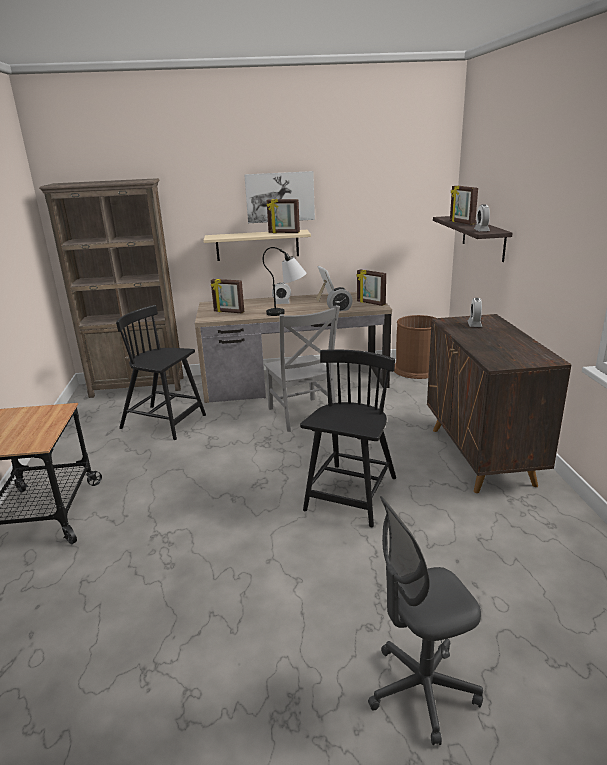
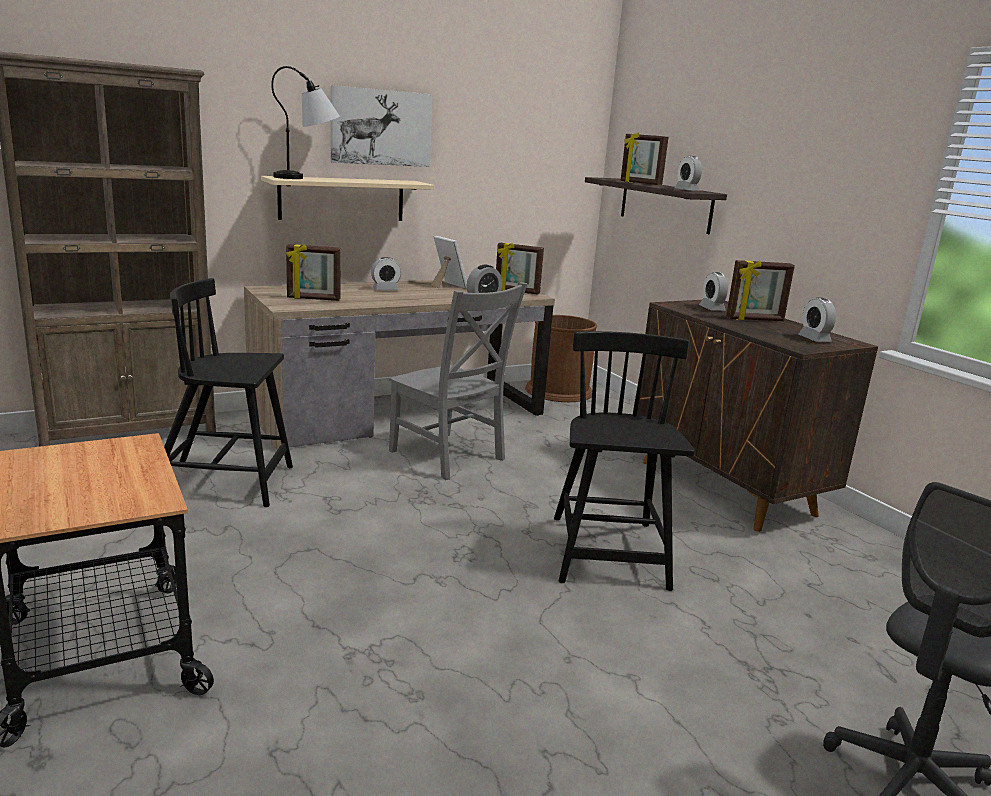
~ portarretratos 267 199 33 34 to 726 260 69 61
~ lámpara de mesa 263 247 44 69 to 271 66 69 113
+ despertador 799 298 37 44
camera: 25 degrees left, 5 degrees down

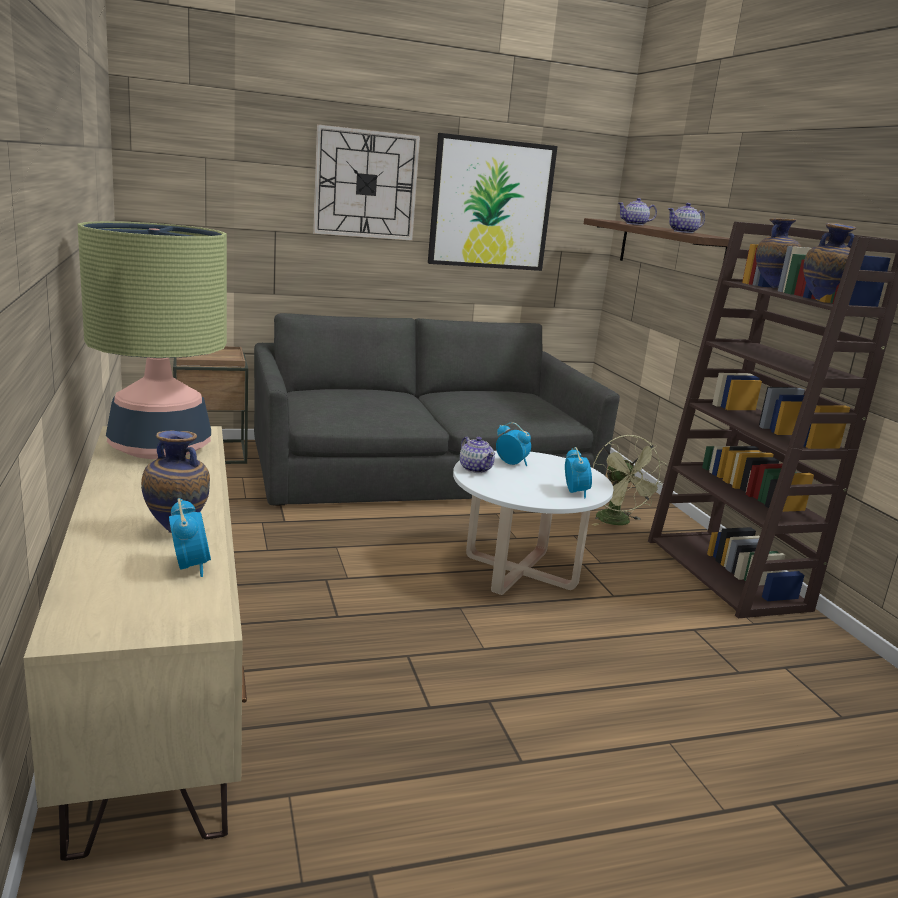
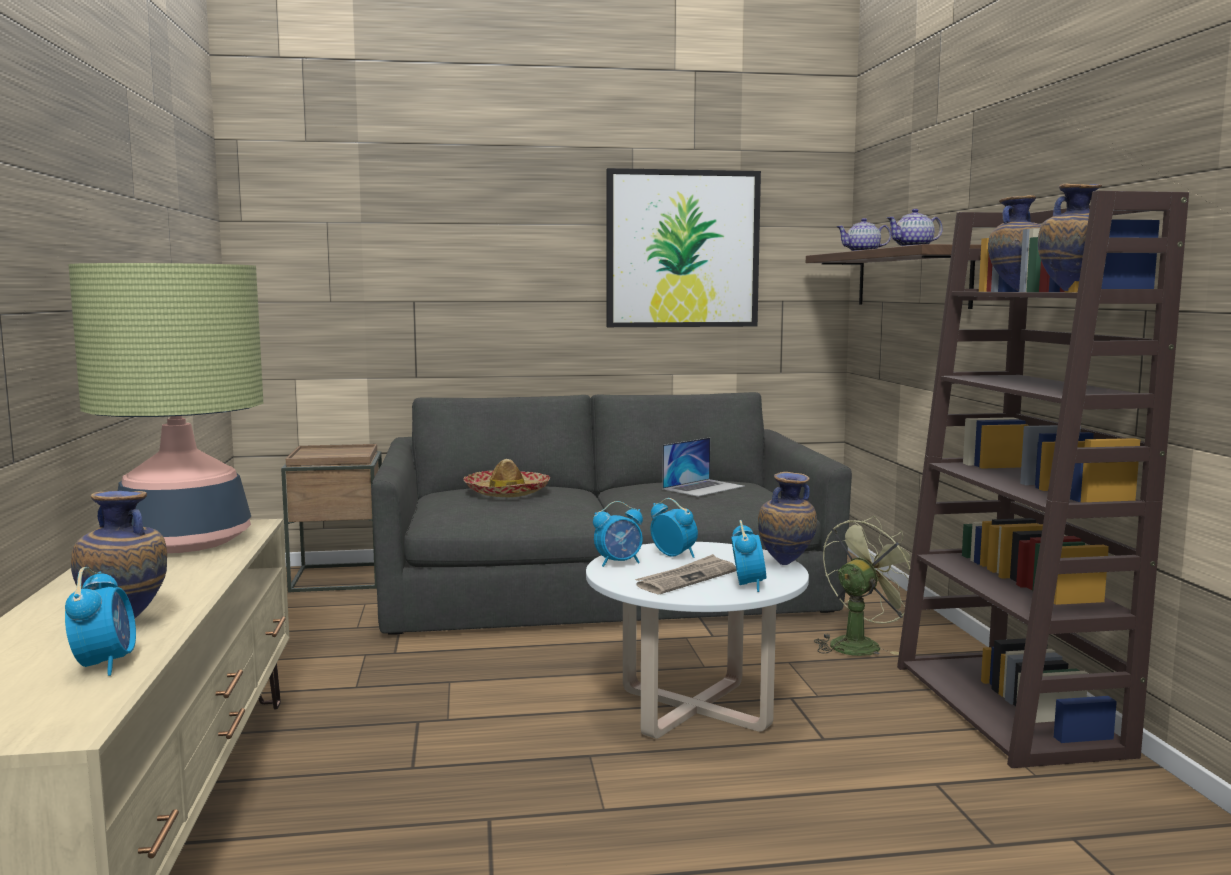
- reloj de pared 313 124 107 117
~ ventilador [verde] 591 435 76 91 = 814 516 97 140 120 degrees counterclockwise
~ tetera 460 437 35 36 to despertador 593 501 50 66
+ portátil 662 437 83 60
+ sombrero 464 459 87 39
+ florero 758 472 59 93
+ periódico 635 554 101 40
camera: 10 degrees right, 10 degrees down

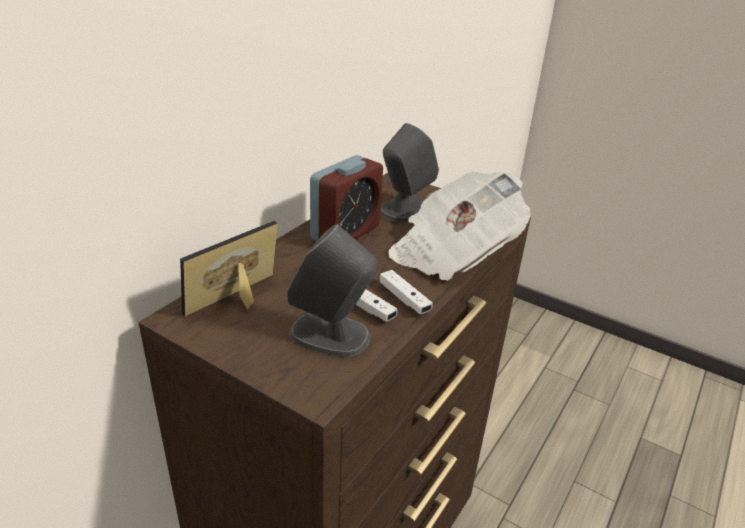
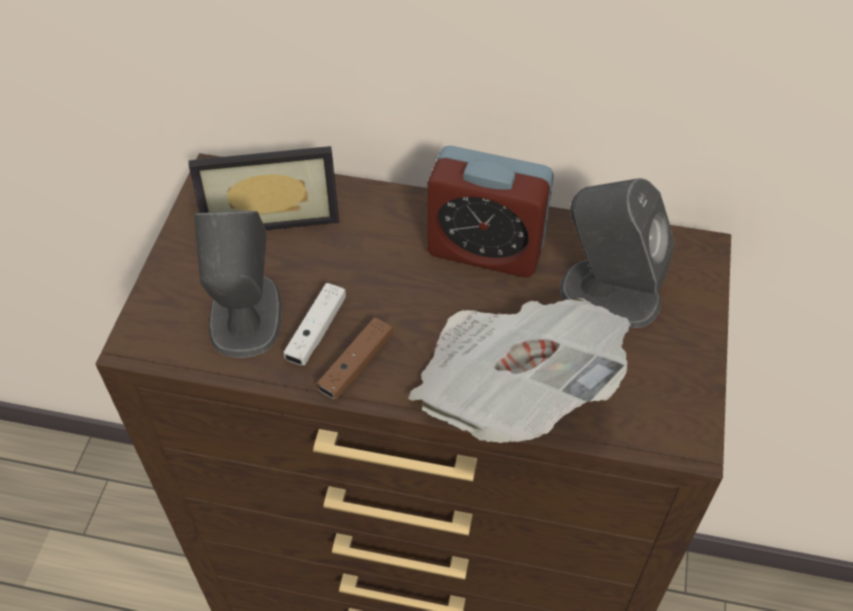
~ portarretratos 180 221 98 96 = 188 146 151 85 150 degrees clockwise
~ mando de consola [blanco] 380 270 53 44 to mando de consola [marrón] 317 317 75 82
camera: 70 degrees right, 20 degrees up

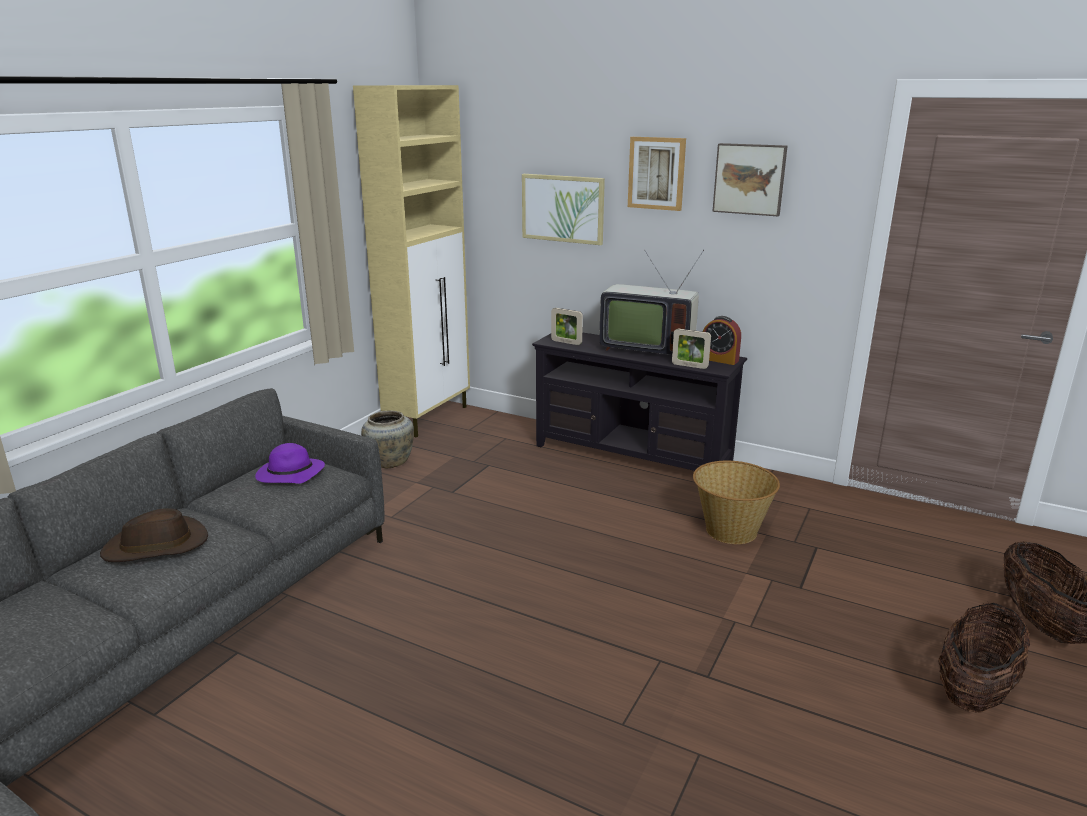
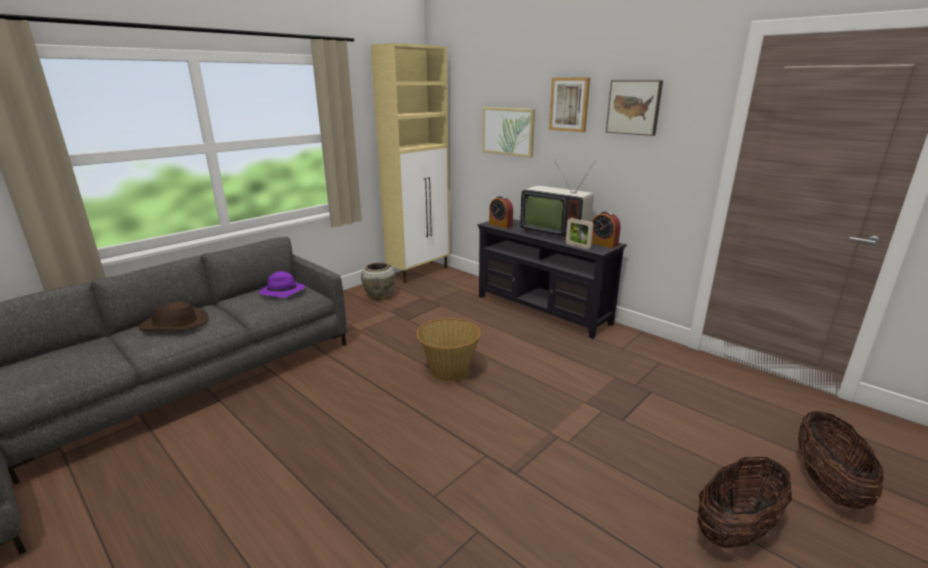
~ portarretratos 551 308 32 37 to despertador 489 196 24 33
~ cesta 693 461 87 83 to 416 318 65 64
camera: 15 degrees right, 0 degrees up

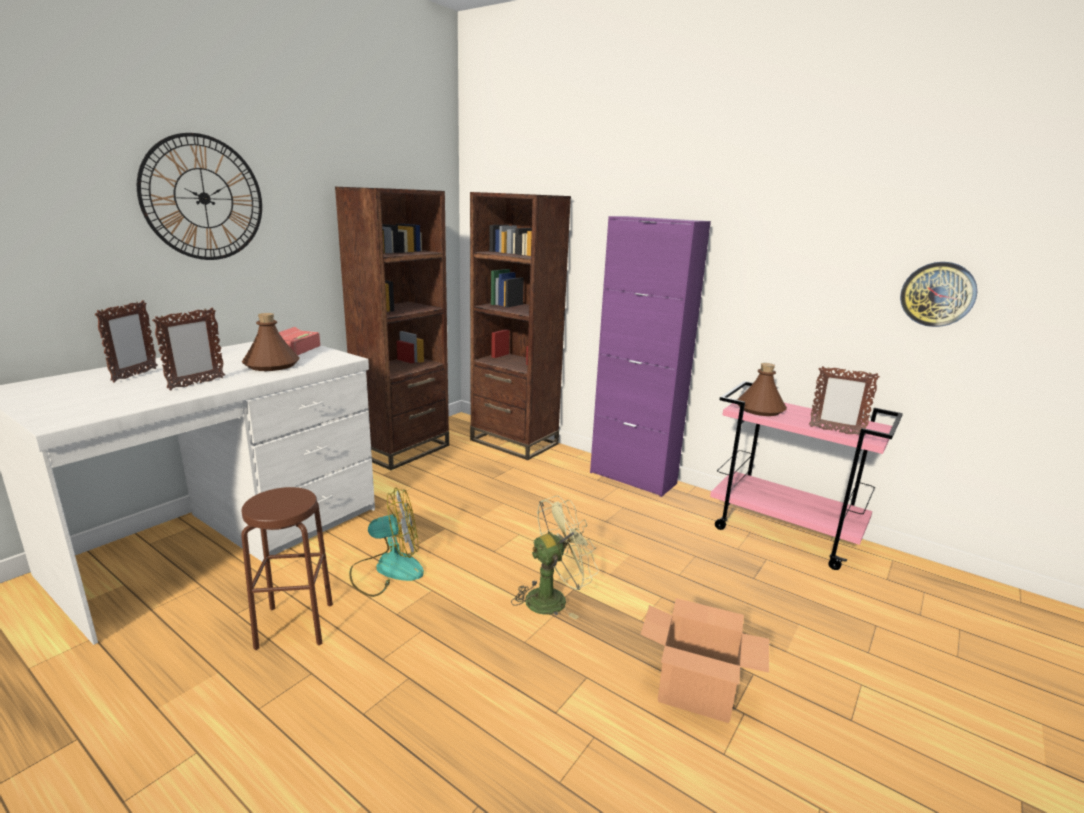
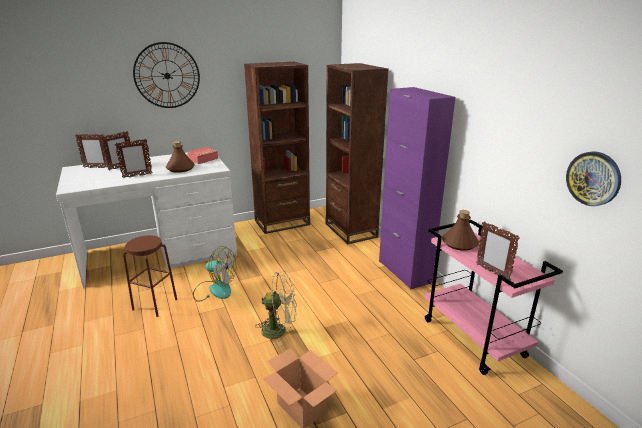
+ portarretratos 75 134 34 34
camera: 30 degrees right, 5 degrees up

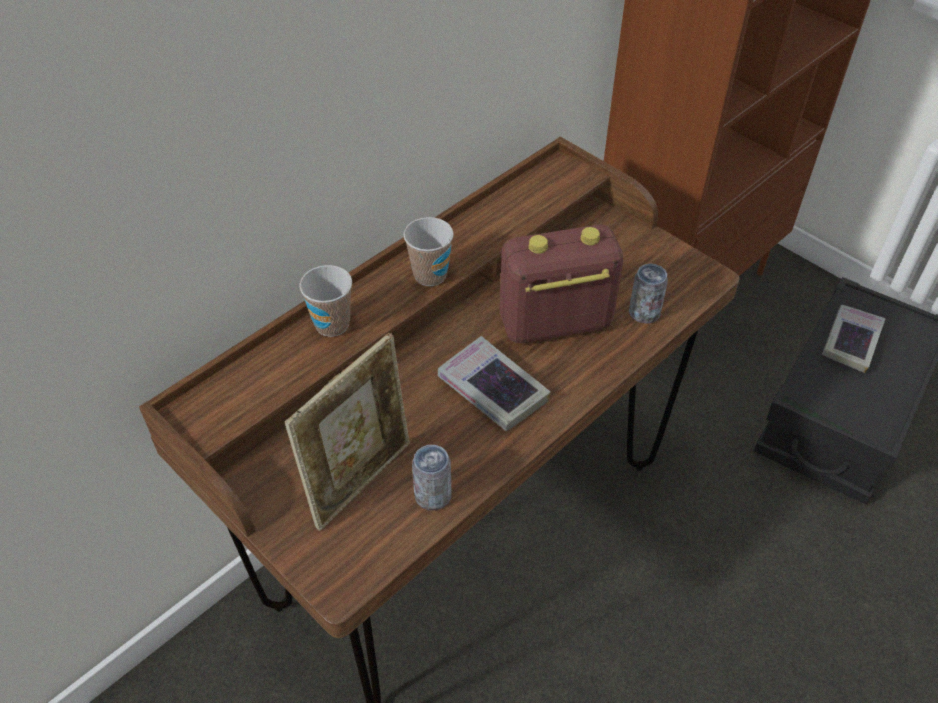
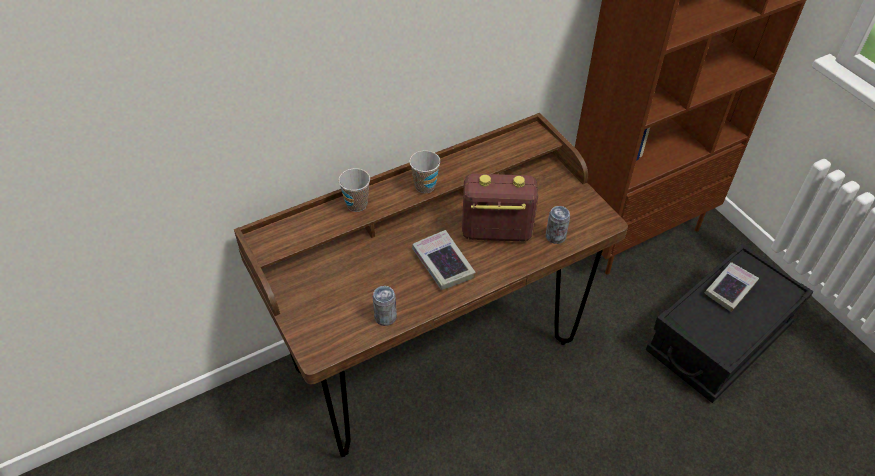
- portarretratos 285 333 125 198
camera: 15 degrees right, 0 degrees up

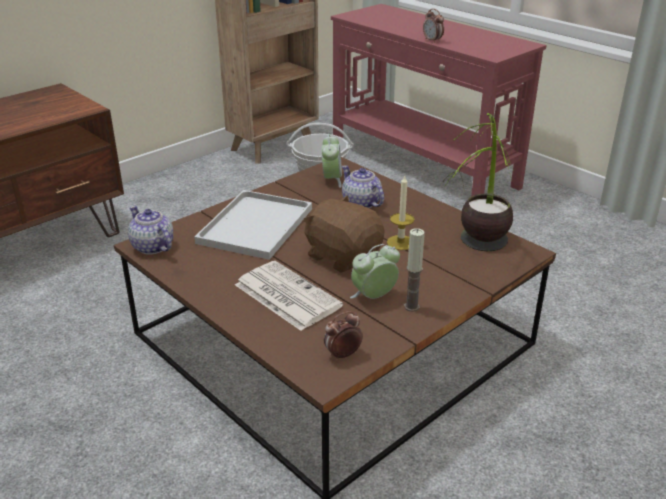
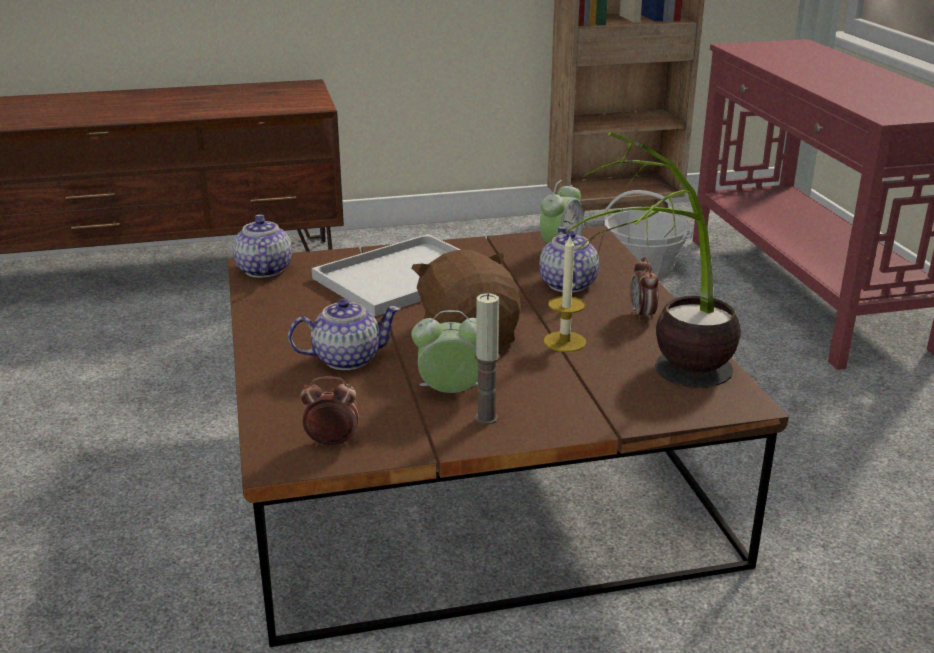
~ despertador 423 9 21 34 to 630 257 29 65
~ periódico 235 261 108 70 to tetera 288 299 113 71
camera: 30 degrees right, 5 degrees down

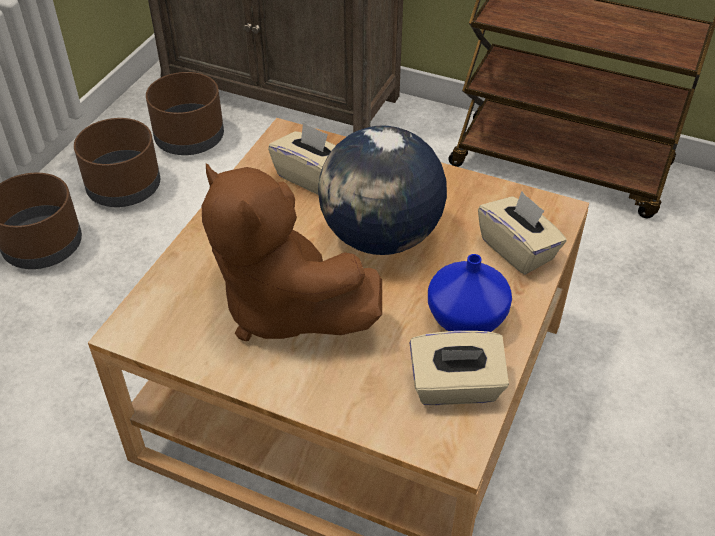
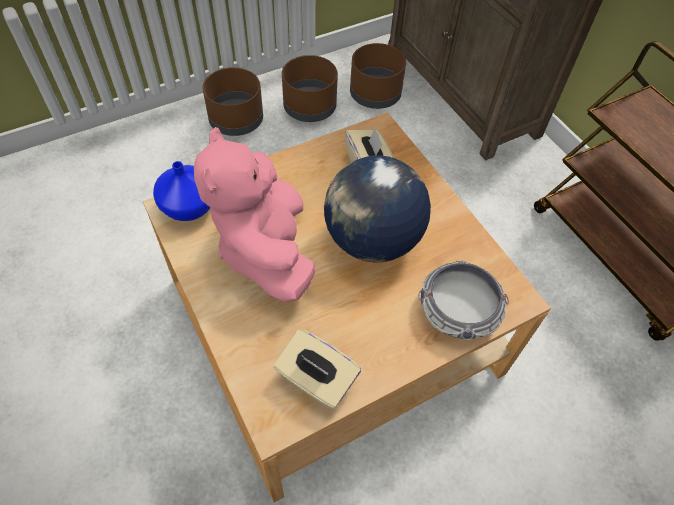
~ peluche [marrón] 202 163 180 178 to peluche [rosa] 194 127 122 175
~ caja de pañuelos [beis] 478 191 89 84 to cuenco 418 261 91 79
~ florero [azul] 428 254 84 78 to 153 161 58 60
camera: 35 degrees right, 10 degrees up

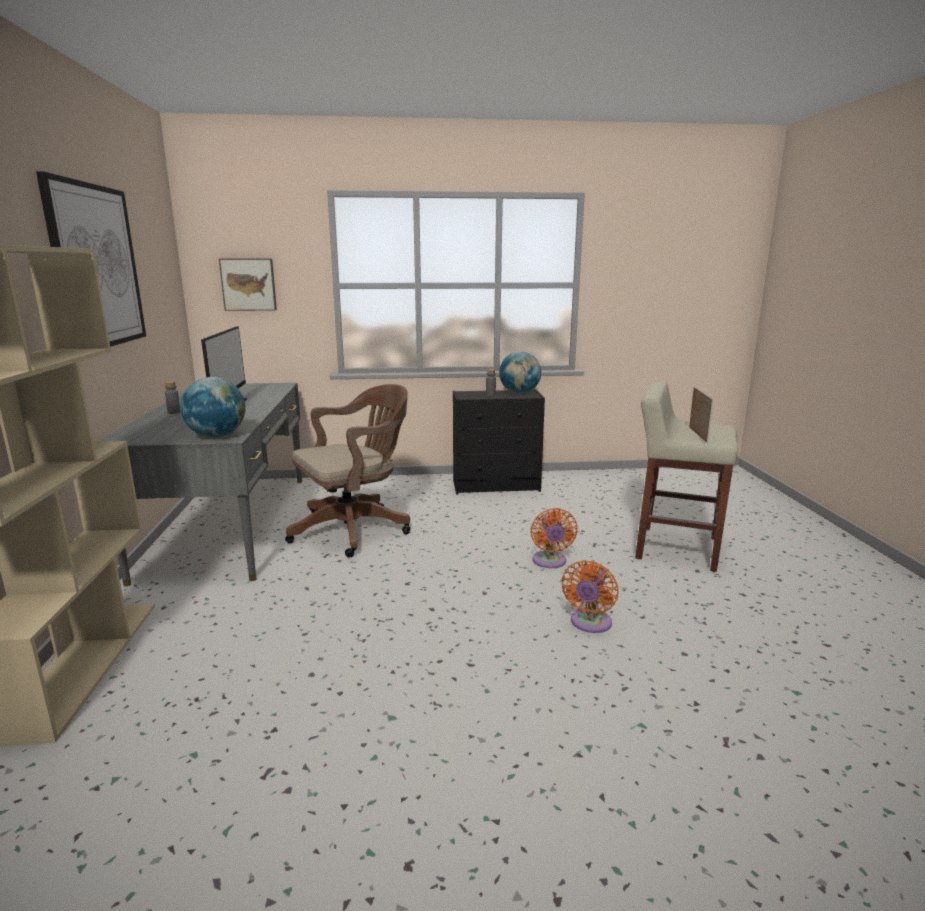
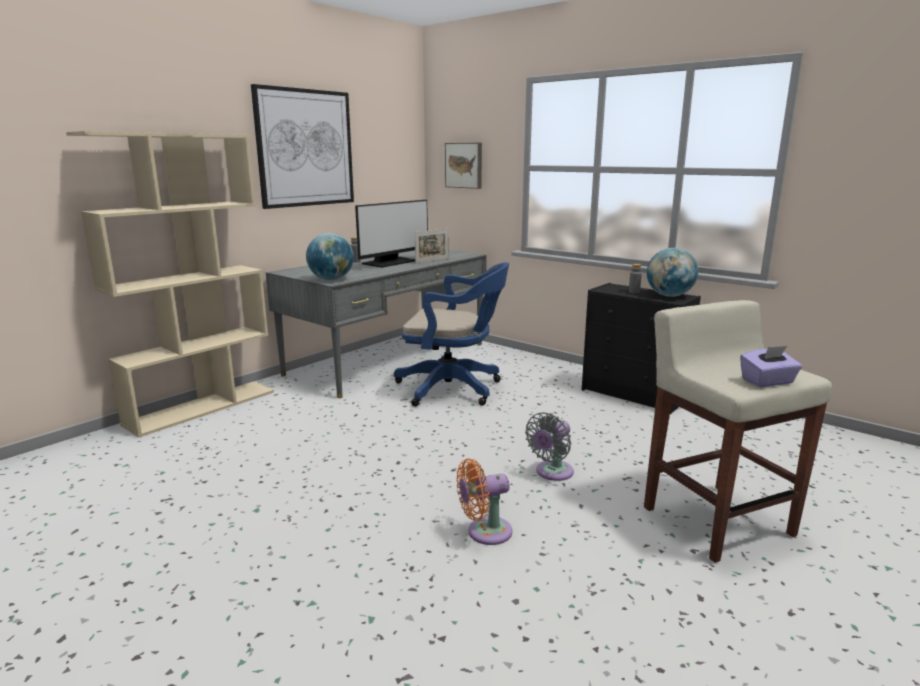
~ silla de oficina [marrón] 285 384 125 174 to silla de oficina [azul] 394 262 115 145
~ portarretratos 689 387 24 56 to 415 229 34 34
~ ventilador [naranja] 531 508 47 60 to ventilador [gris] 525 412 49 69
+ caja de pañuelos [morado] 740 346 62 41
camera: 45 degrees right, 0 degrees up

